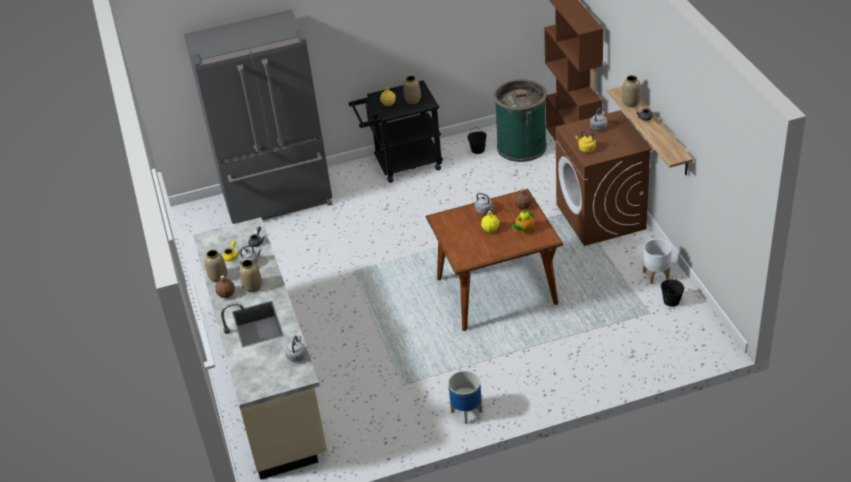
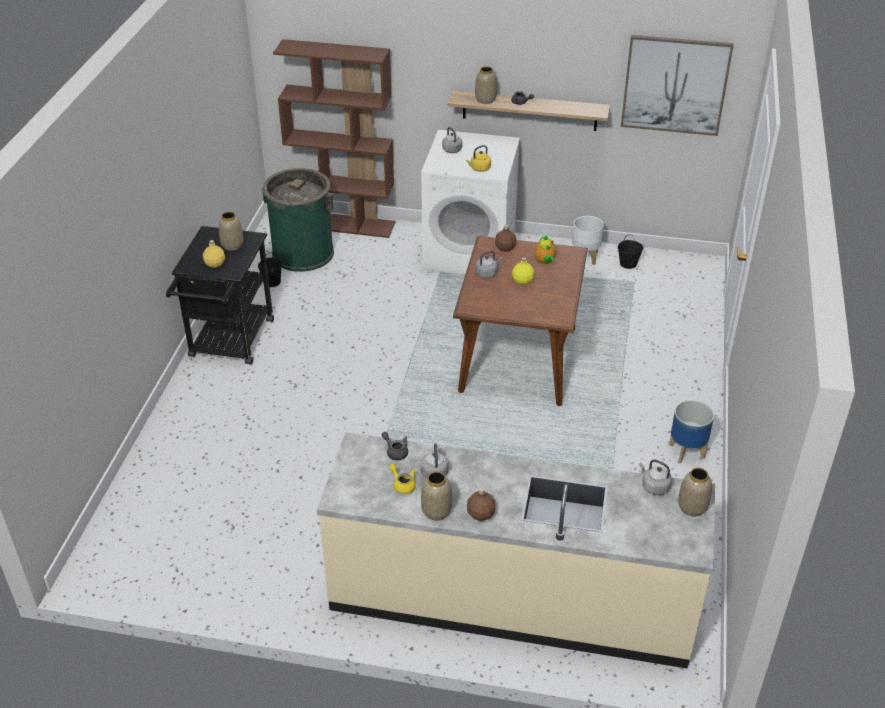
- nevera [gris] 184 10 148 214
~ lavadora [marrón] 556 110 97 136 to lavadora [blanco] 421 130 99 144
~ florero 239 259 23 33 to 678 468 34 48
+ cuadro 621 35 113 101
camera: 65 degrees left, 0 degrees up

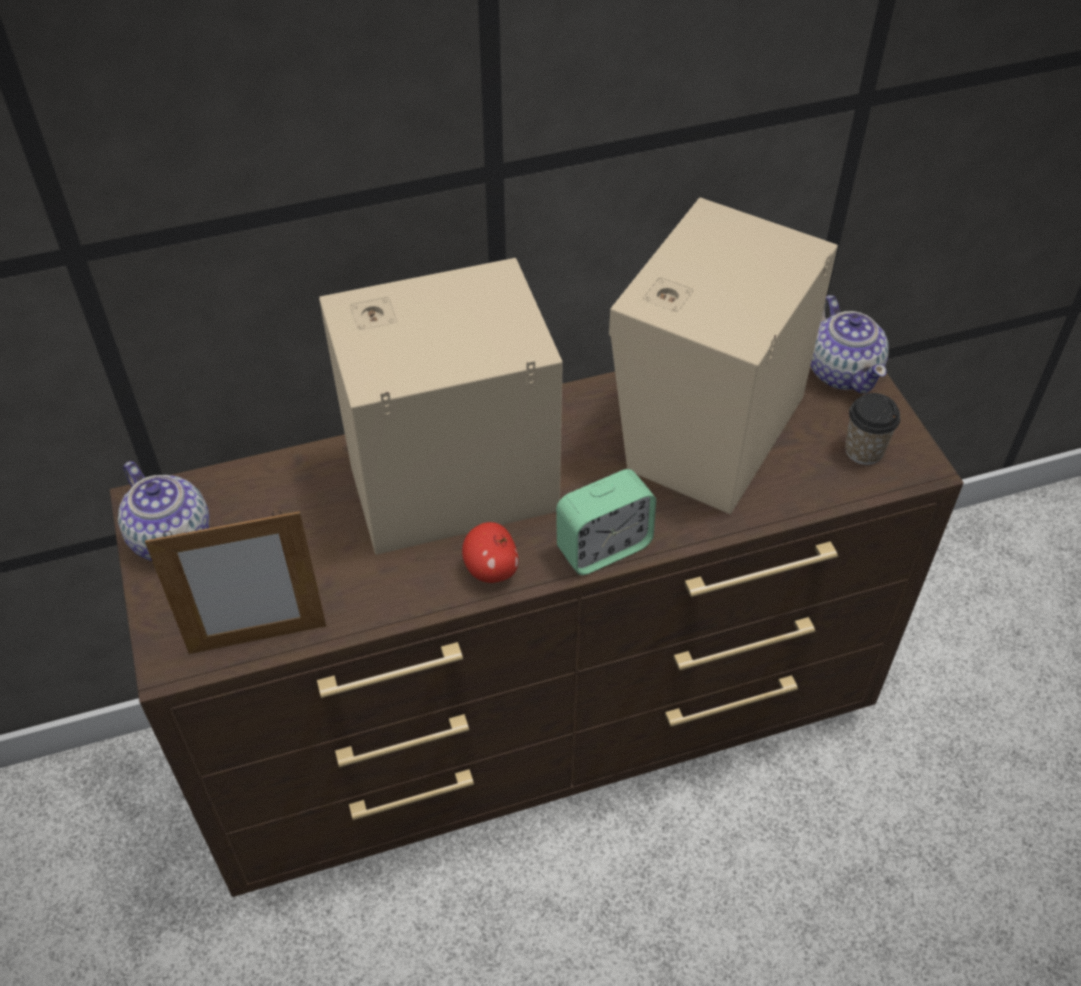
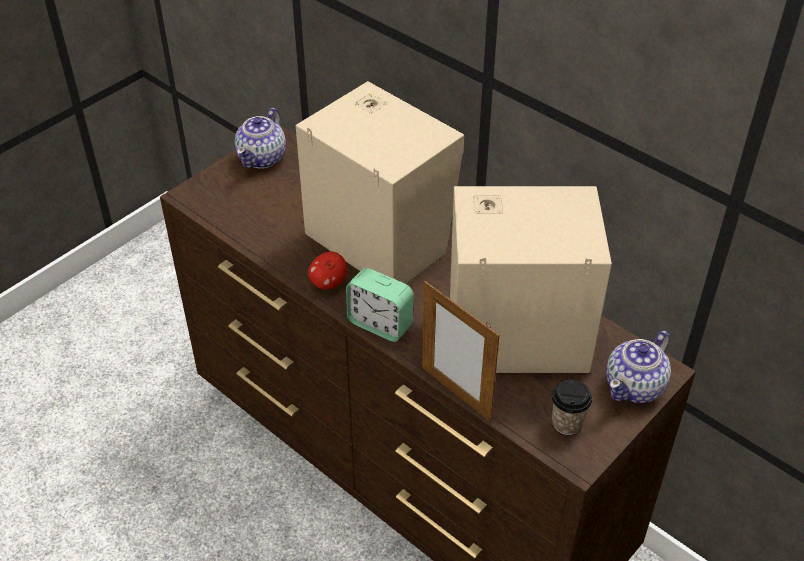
~ portarretratos 145 510 181 144 to 422 281 78 140
camera: 60 degrees right, 5 degrees down

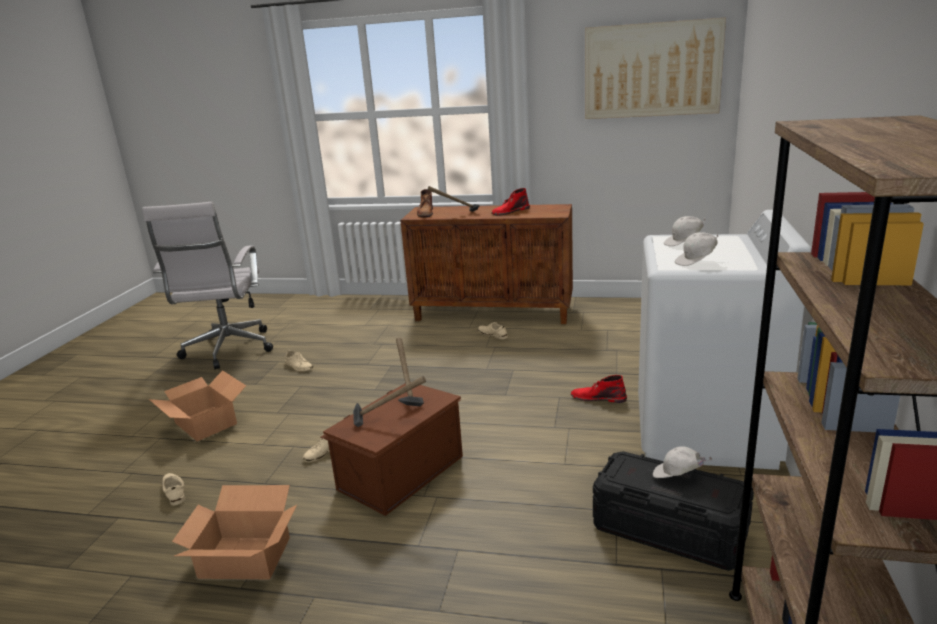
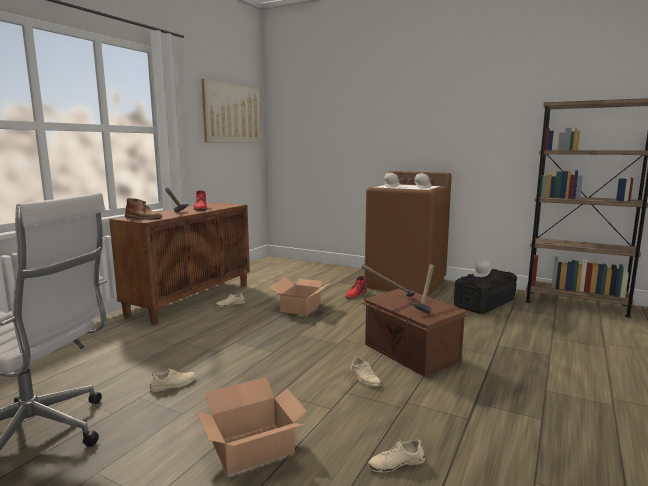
~ lavadora [blanco] 638 210 174 260 to lavadora [marrón] 365 171 87 126
~ caja de cartón 172 485 125 94 to 269 278 62 38
camera: 75 degrees left, 10 degrees down

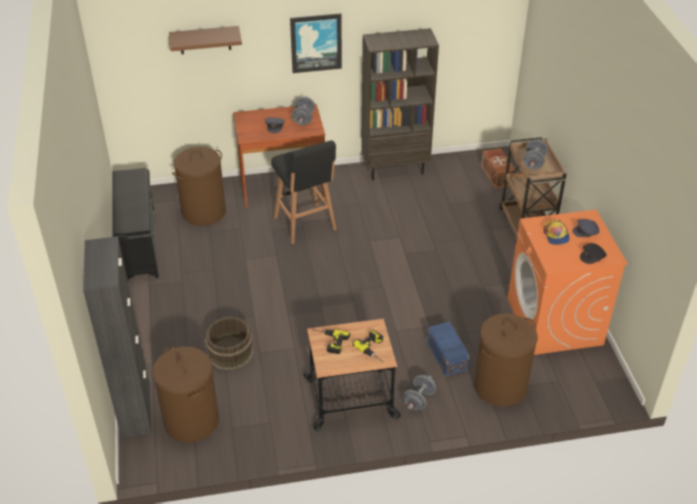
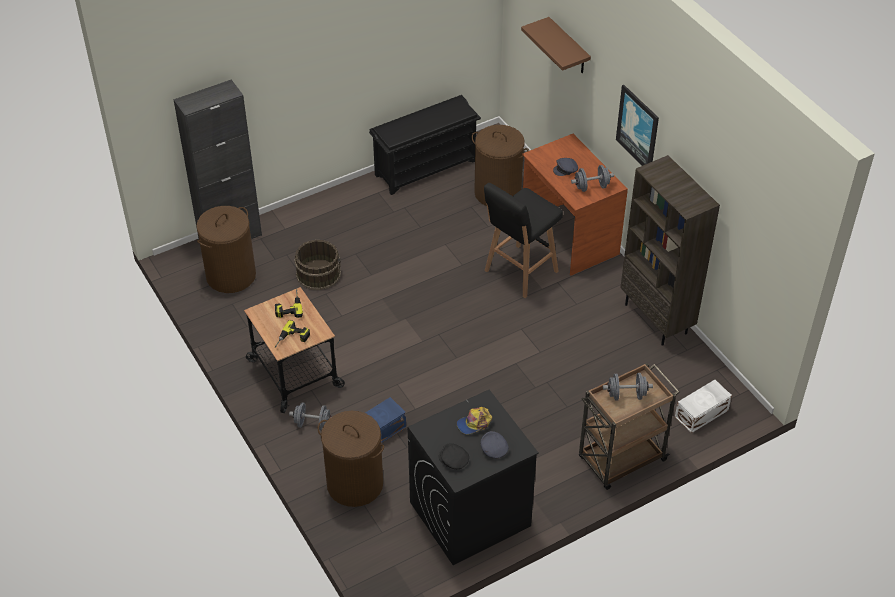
~ caja de almacenaje [marrón] 481 148 34 41 to caja de almacenaje [blanco] 675 380 57 53
~ lavadora [naranja] 508 210 120 145 to lavadora [negro] 408 390 131 175
camera: 70 degrees right, 5 degrees up

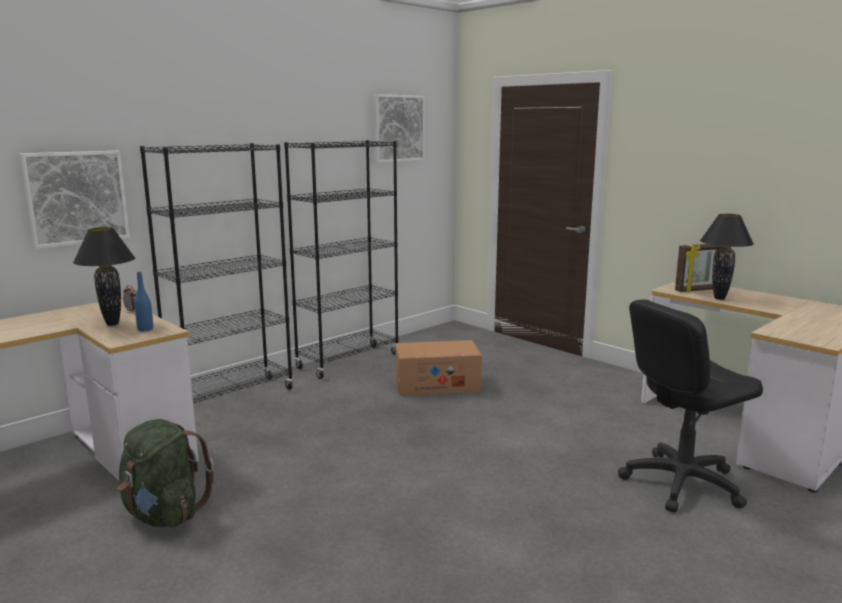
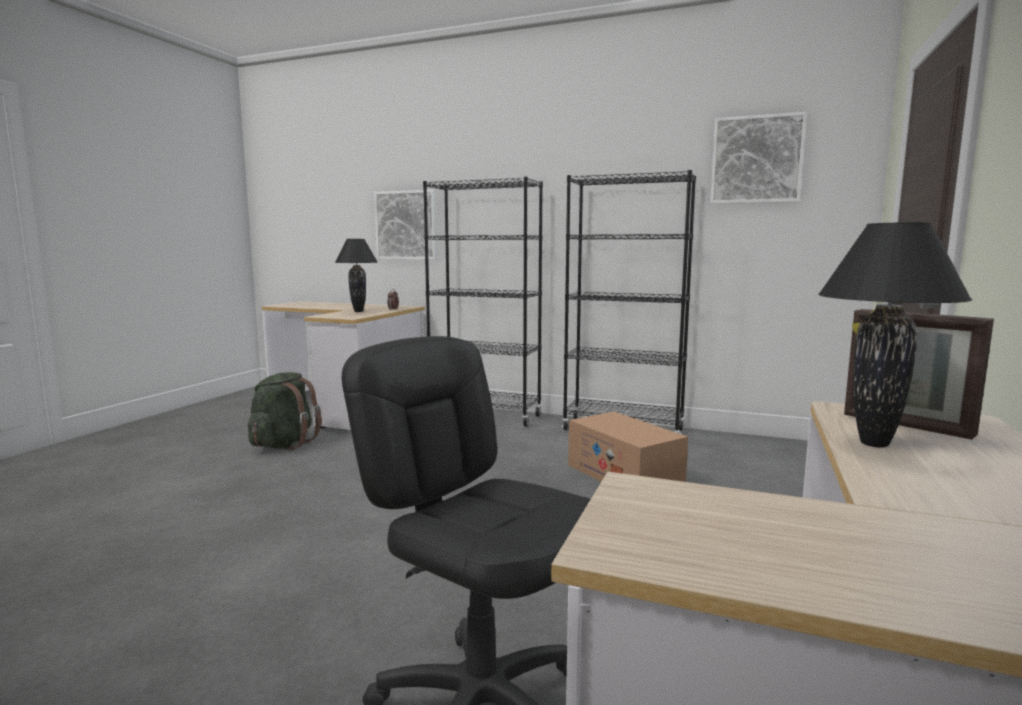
- botella [azul] 134 272 19 60
camera: 65 degrees right, 5 degrees down

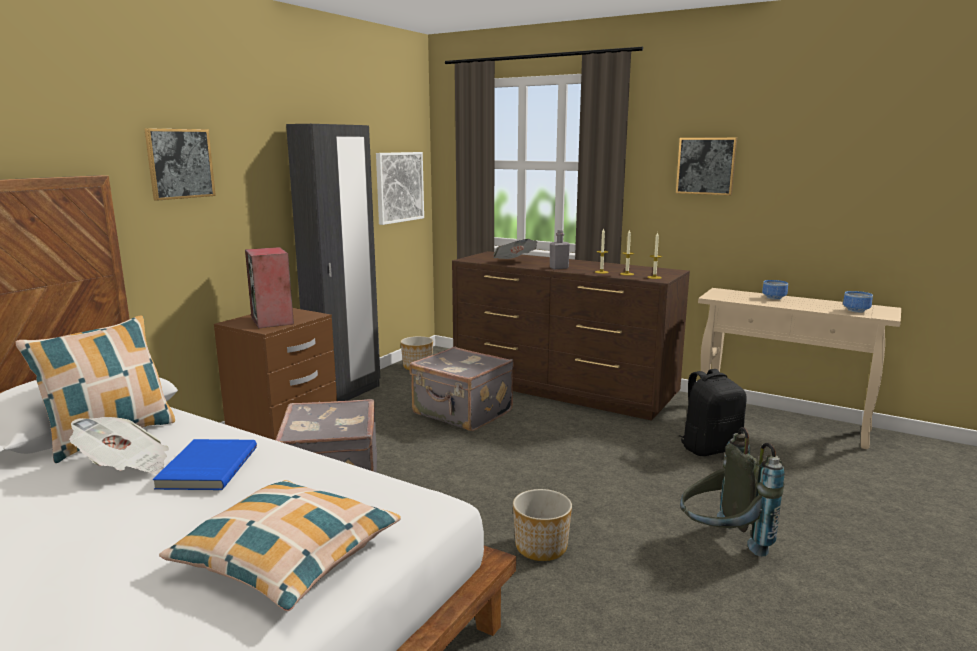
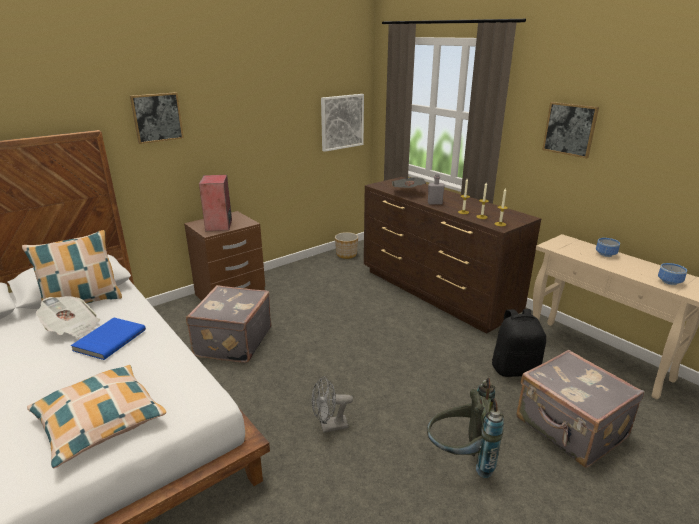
- armario ropero [negro] 286 124 94 277
~ maleta [gris] 409 347 105 84 to 516 350 128 118
~ maceta 513 489 59 72 to ventilador [gris] 312 376 41 57
camera: 20 degrees right, 10 degrees up

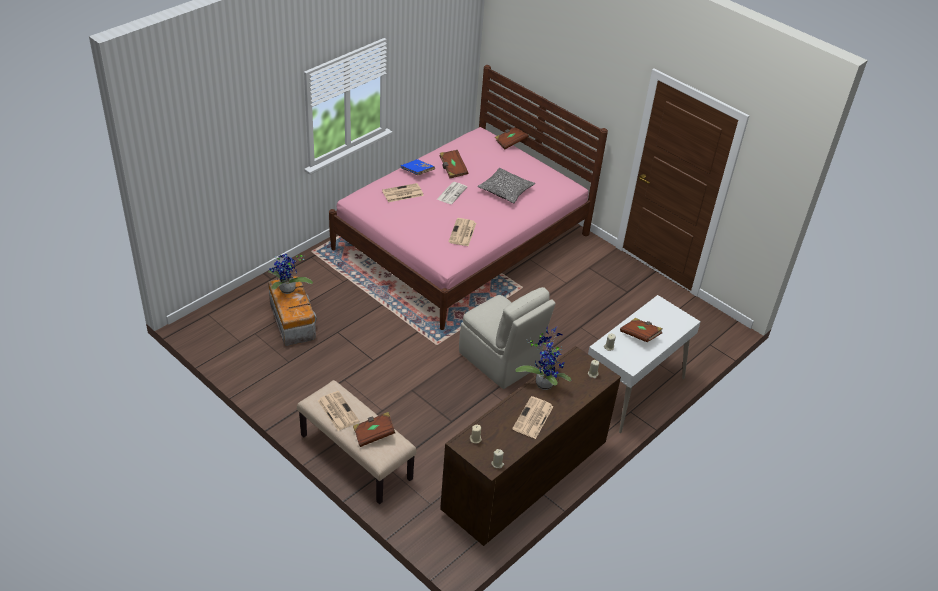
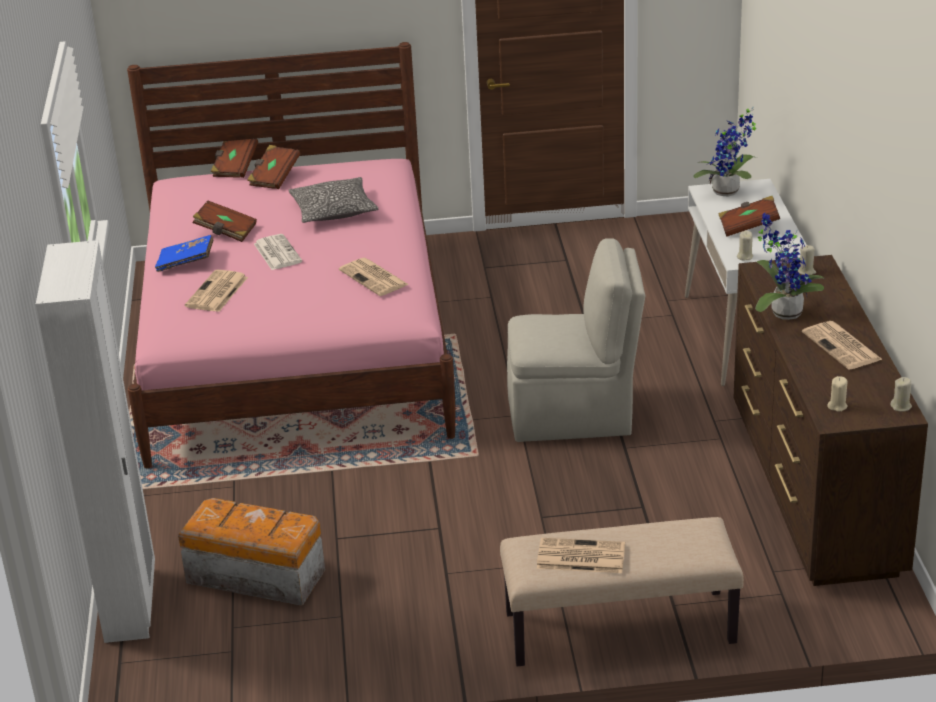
~ planta en maceta 268 253 45 41 to 693 107 64 90
~ libro [marrón] 353 412 42 35 to 247 145 53 44
+ armario ropero [blanco] 36 240 119 403
camera: 45 degrees left, 10 degrees down

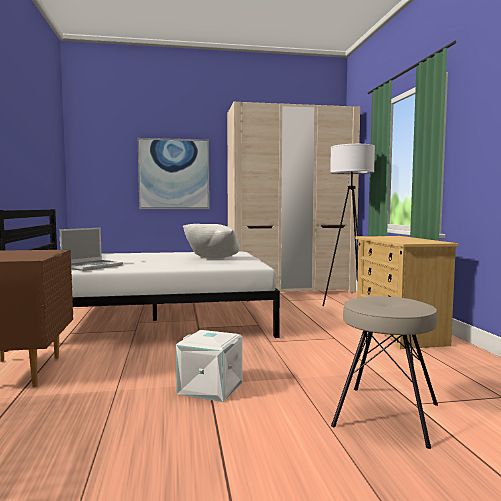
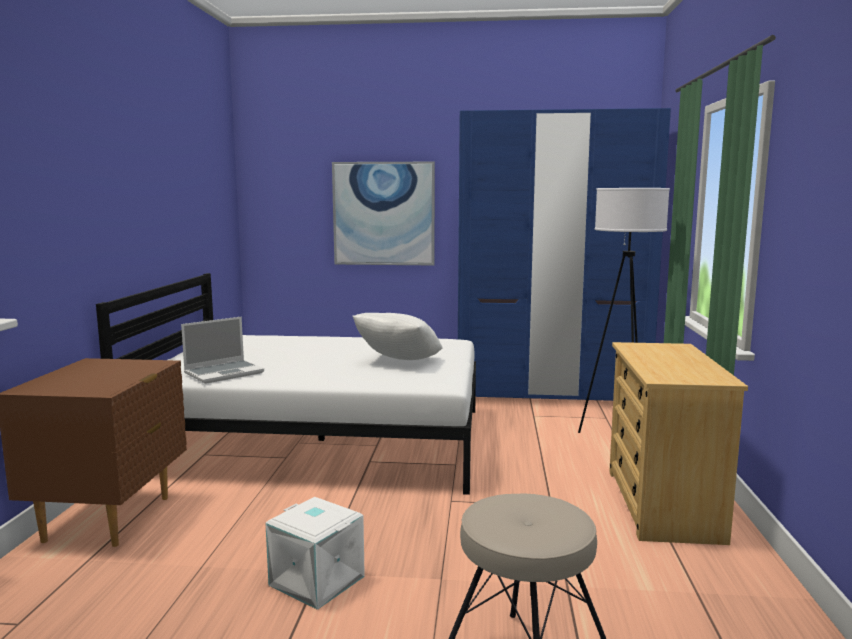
~ armario ropero [beis] 227 102 133 191 to armario ropero [azul] 458 108 213 293
camera: 15 degrees right, 5 degrees up

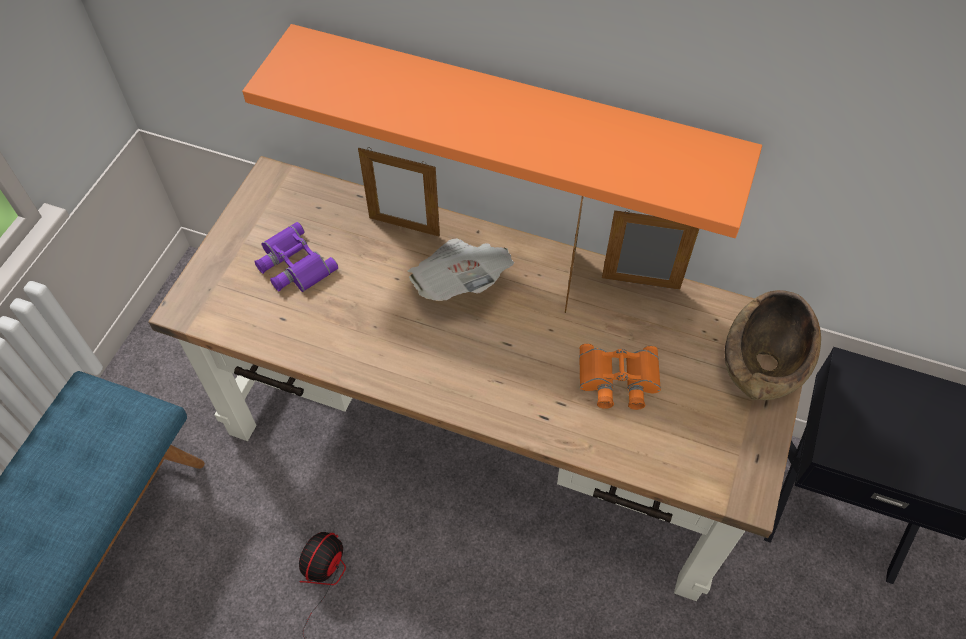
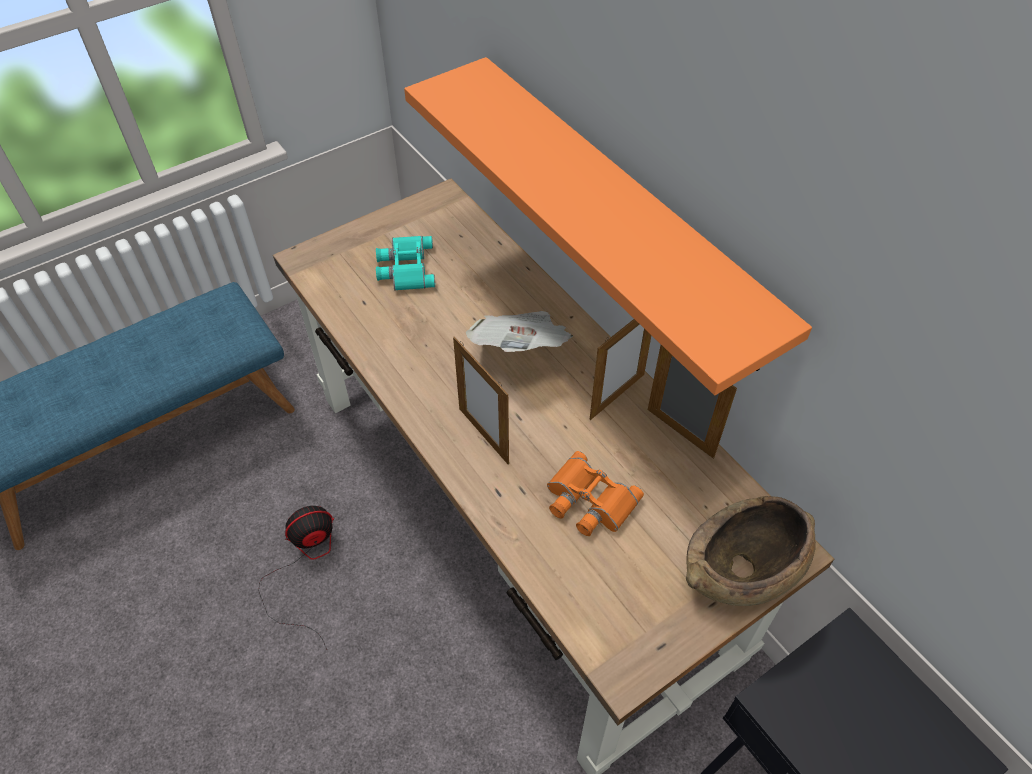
~ portarretratos 358 147 82 90 to 453 336 56 128
~ prismáticos [morado] 255 222 83 70 to prismáticos [turquesa] 376 236 59 55
camera: 35 degrees right, 5 degrees down

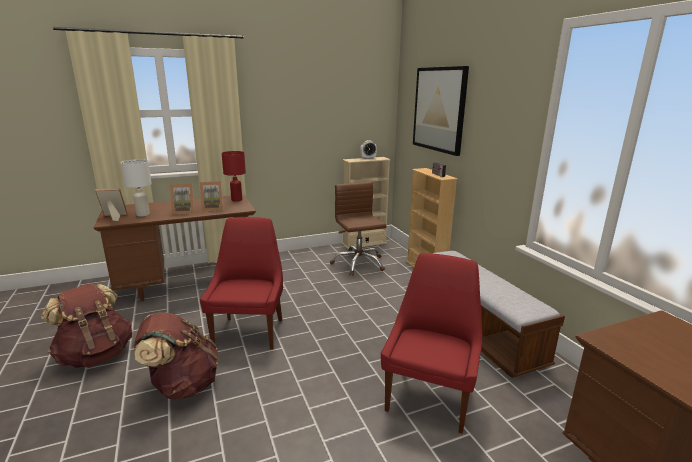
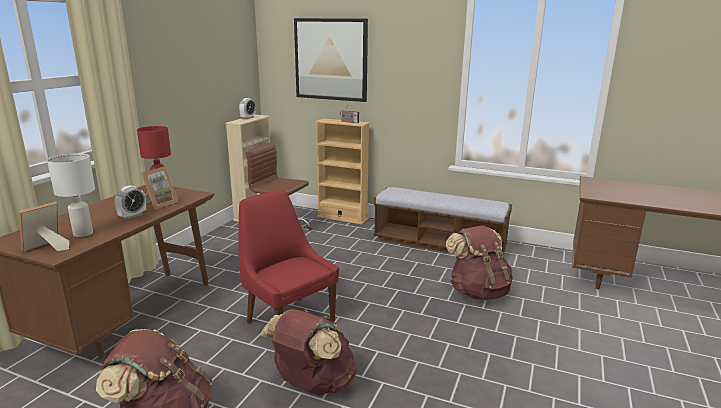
~ portarretratos 170 184 25 31 to despertador 115 185 31 34
~ silla [rojo] 381 253 101 181 to mochila [marrón] 446 225 67 75
camera: 45 degrees left, 0 degrees up

